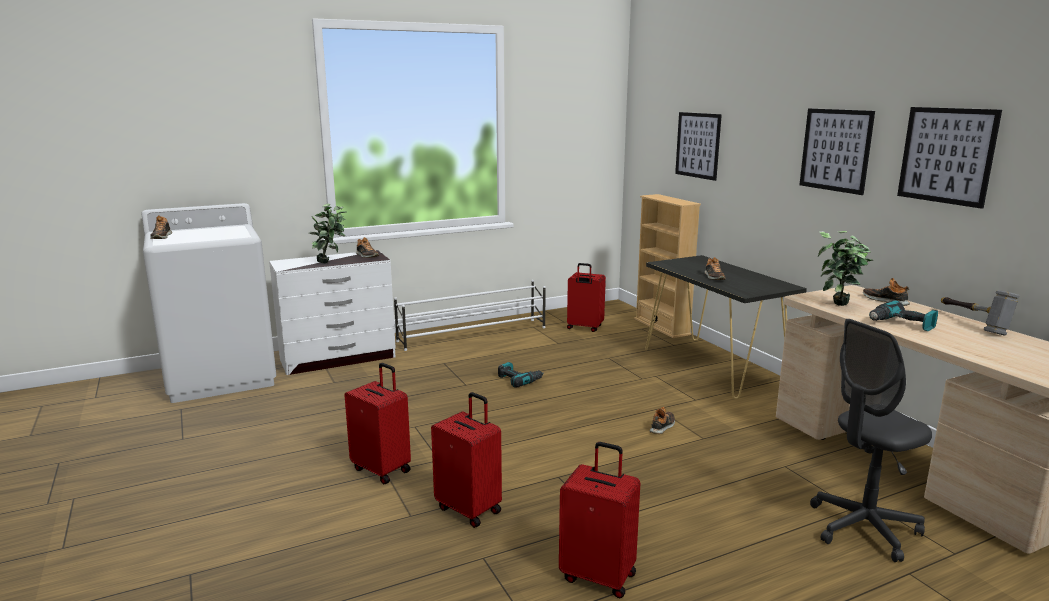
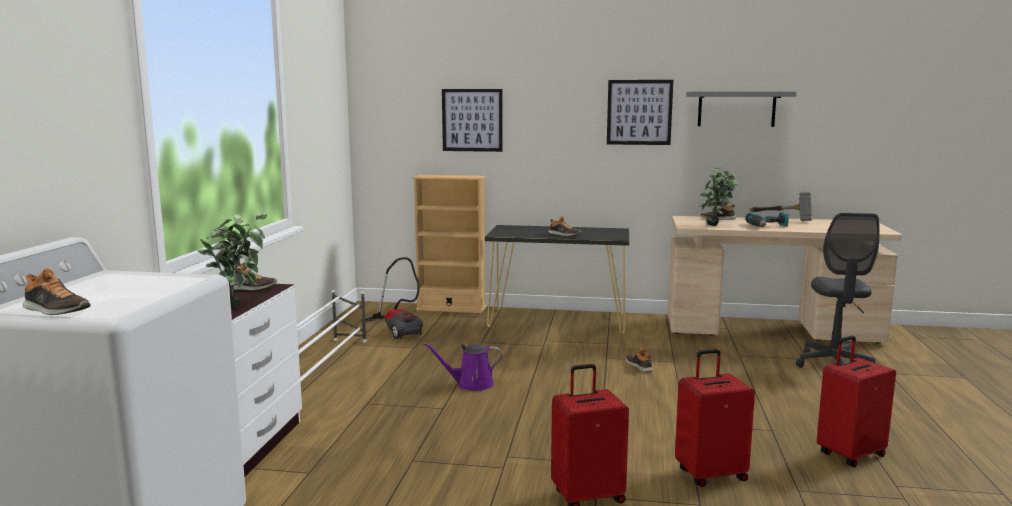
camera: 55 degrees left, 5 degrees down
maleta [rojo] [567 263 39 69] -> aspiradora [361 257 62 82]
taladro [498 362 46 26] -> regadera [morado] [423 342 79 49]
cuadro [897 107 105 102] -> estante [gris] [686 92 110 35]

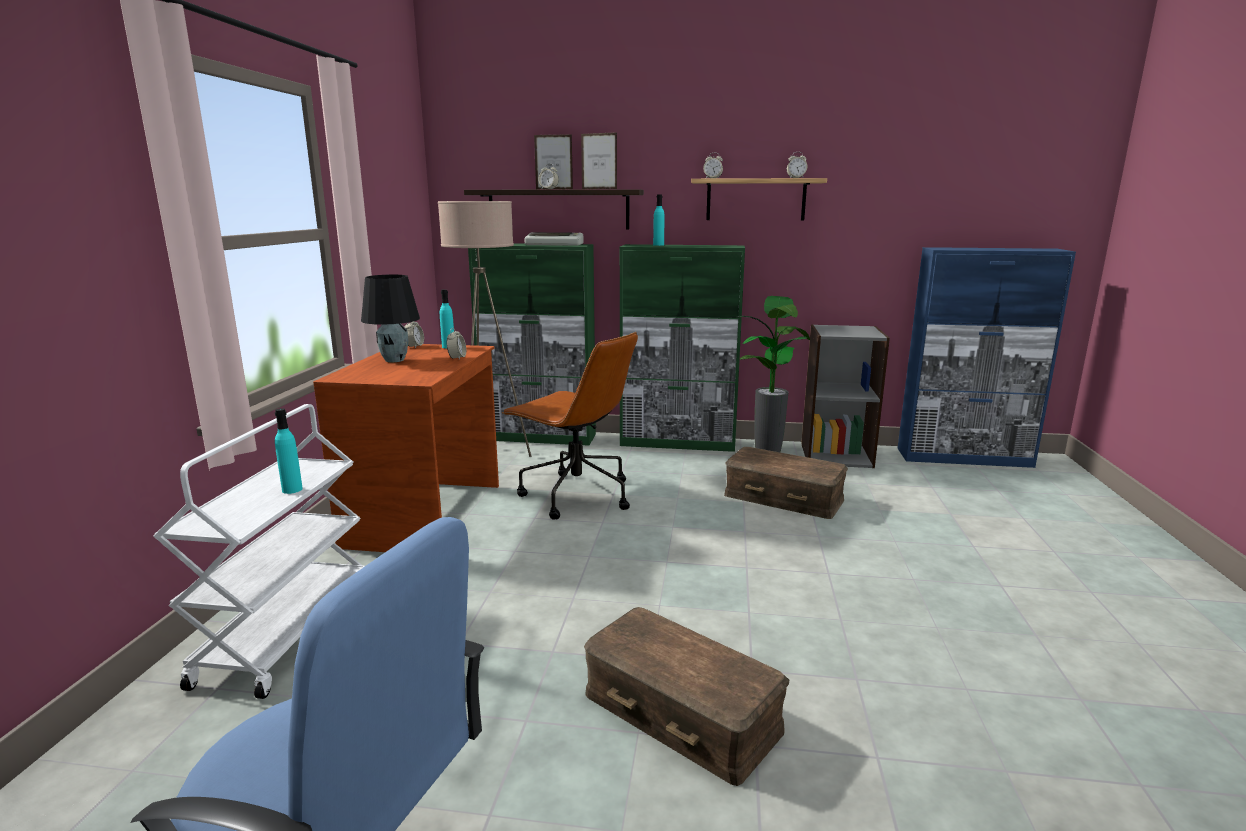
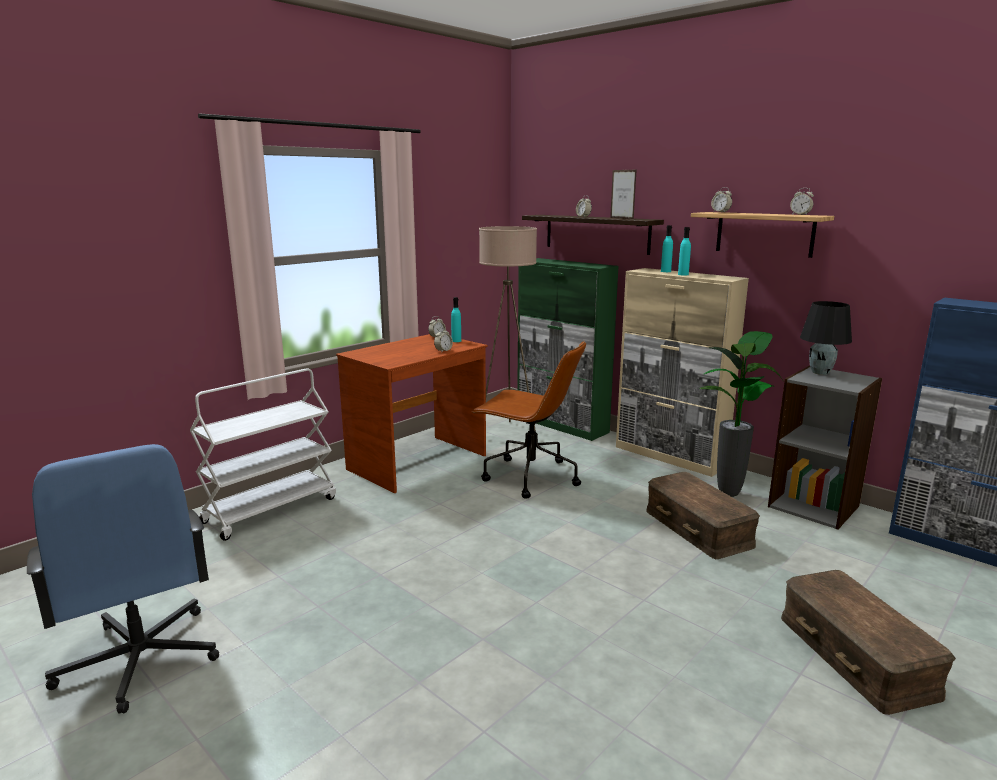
camera: 35 degrees right, 0 degrees up
silla de oficina [marrón] [502 332 136 188] -> silla de oficina [marrón] [472 341 114 158], 45 degrees counterclockwise
armario [verde] [620 244 125 208] -> armario [beis] [616 268 133 209]
botella [turquesa] [275 408 28 86] -> botella [turquesa] [678 227 13 49], move
caja de almacenaje [marrón] [584 607 205 179] -> caja de almacenaje [marrón] [781 570 175 145], move
lámpara de mesa [negro] [361 274 59 88] -> lámpara de mesa [negro] [800 301 52 74], move
teclado [524 232 59 14] -> none
portarretratos [534 134 39 56] -> none

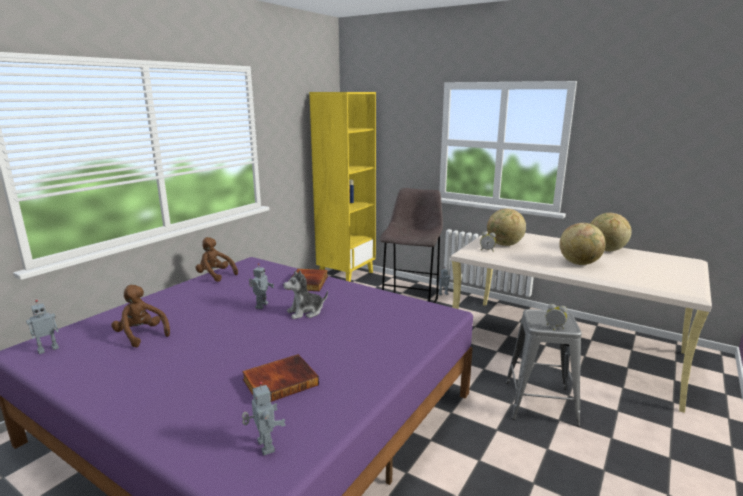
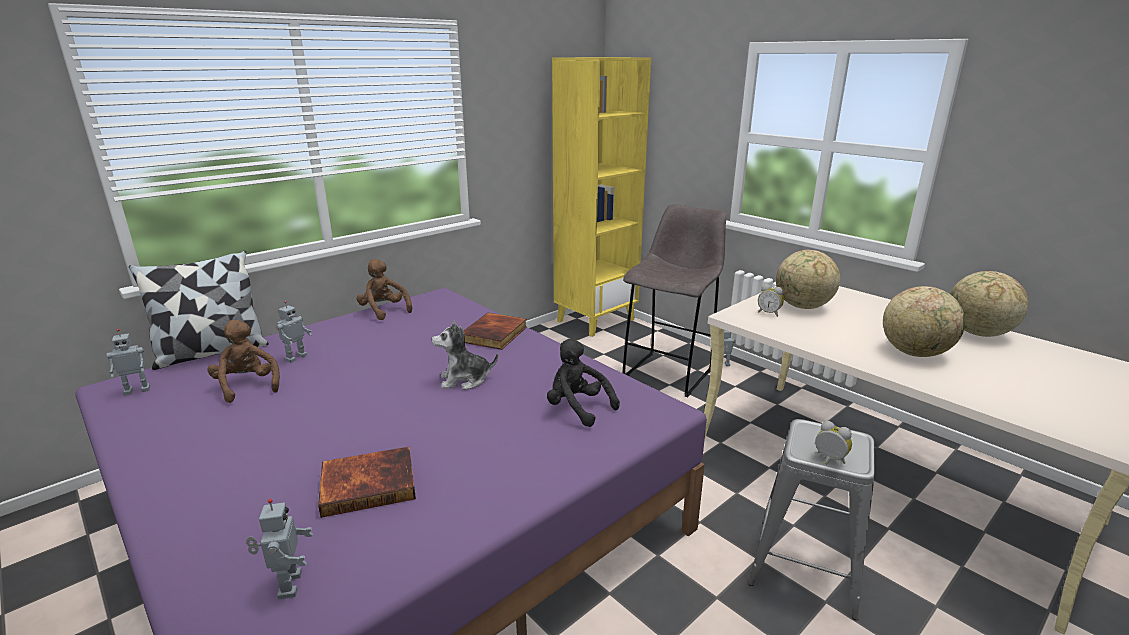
camera: 15 degrees right, 5 degrees up
none -> cojín [129 251 140 119]
robot de juguete [249 263 25 46] -> robot de juguete [276 301 36 62], move
none -> peluche [negro] [547 339 73 88]

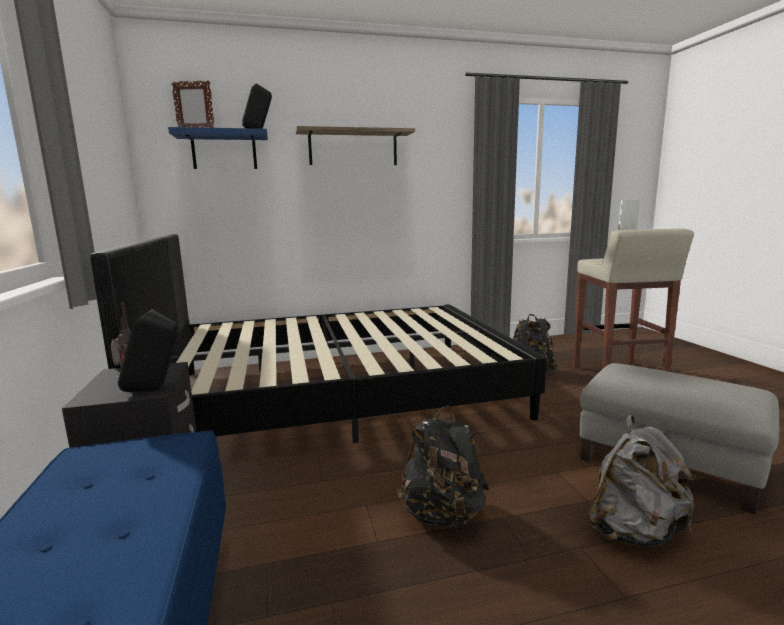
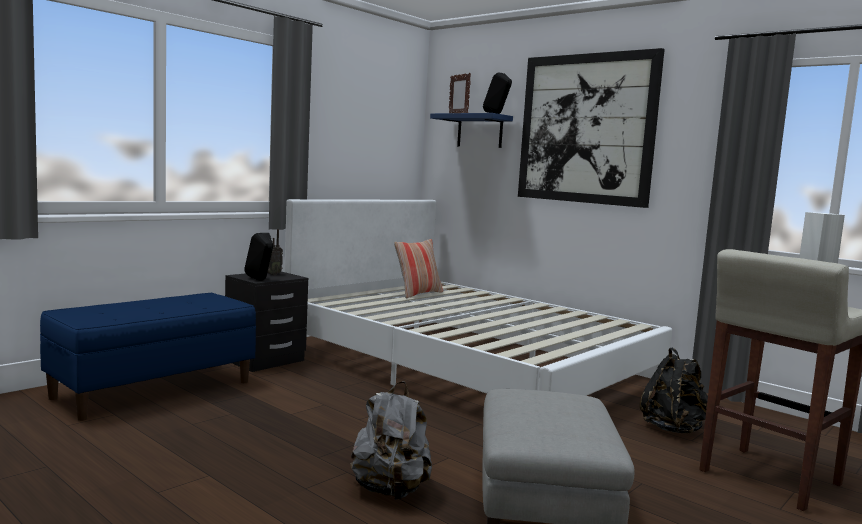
camera: 55 degrees right, 5 degrees down
cama [negro] [90 234 457 209] -> cama [blanco] [285 199 388 197]
none -> cojín [394 239 49 59]
estante [295 126 120 39] -> cuadro [518 48 147 160]
mochila [negro] [397 405 92 127] -> none

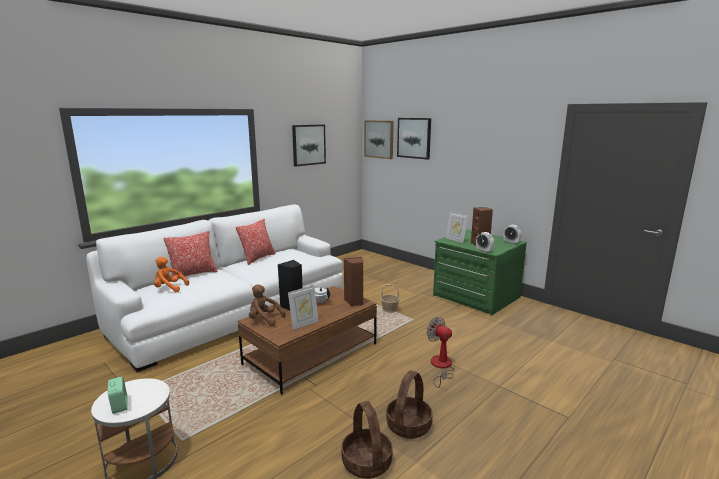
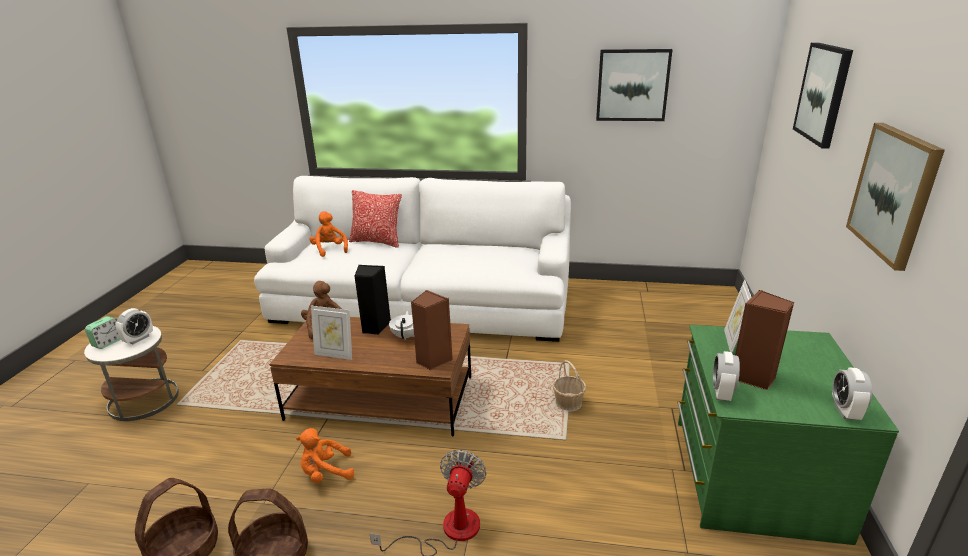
camera: 55 degrees right, 10 degrees up
none -> despertador [115 308 38 36]
none -> peluche [naranja] [296 428 58 55]
cuadro [364 120 30 39] -> cuadro [846 123 99 148], move
cojín [236 219 40 46] -> none

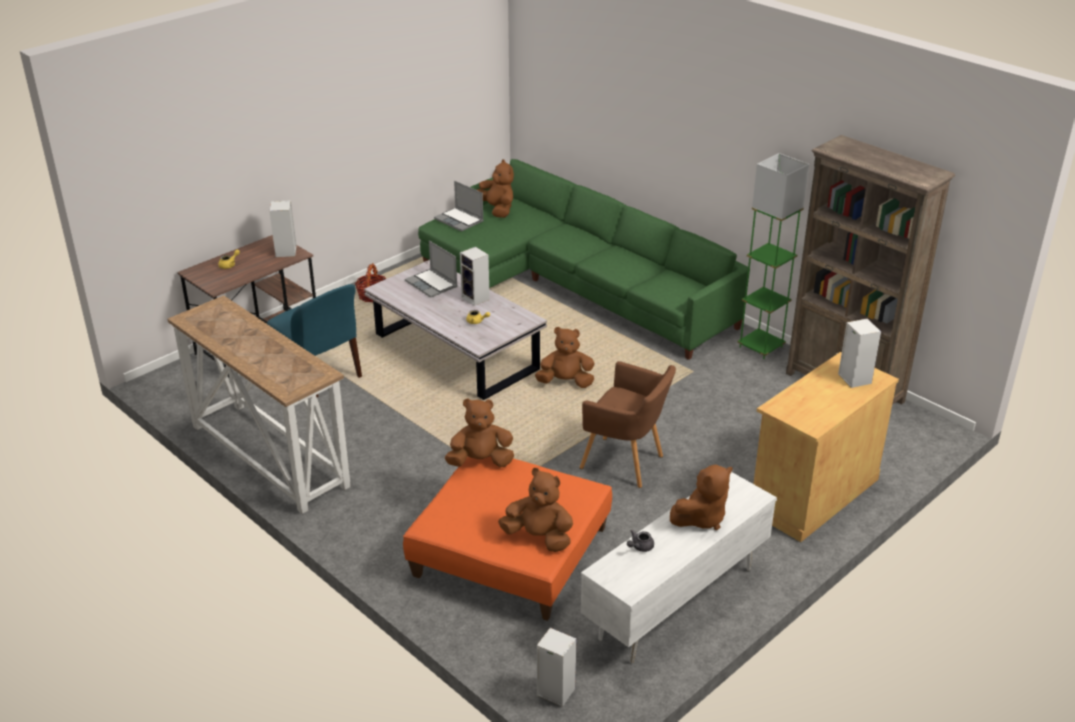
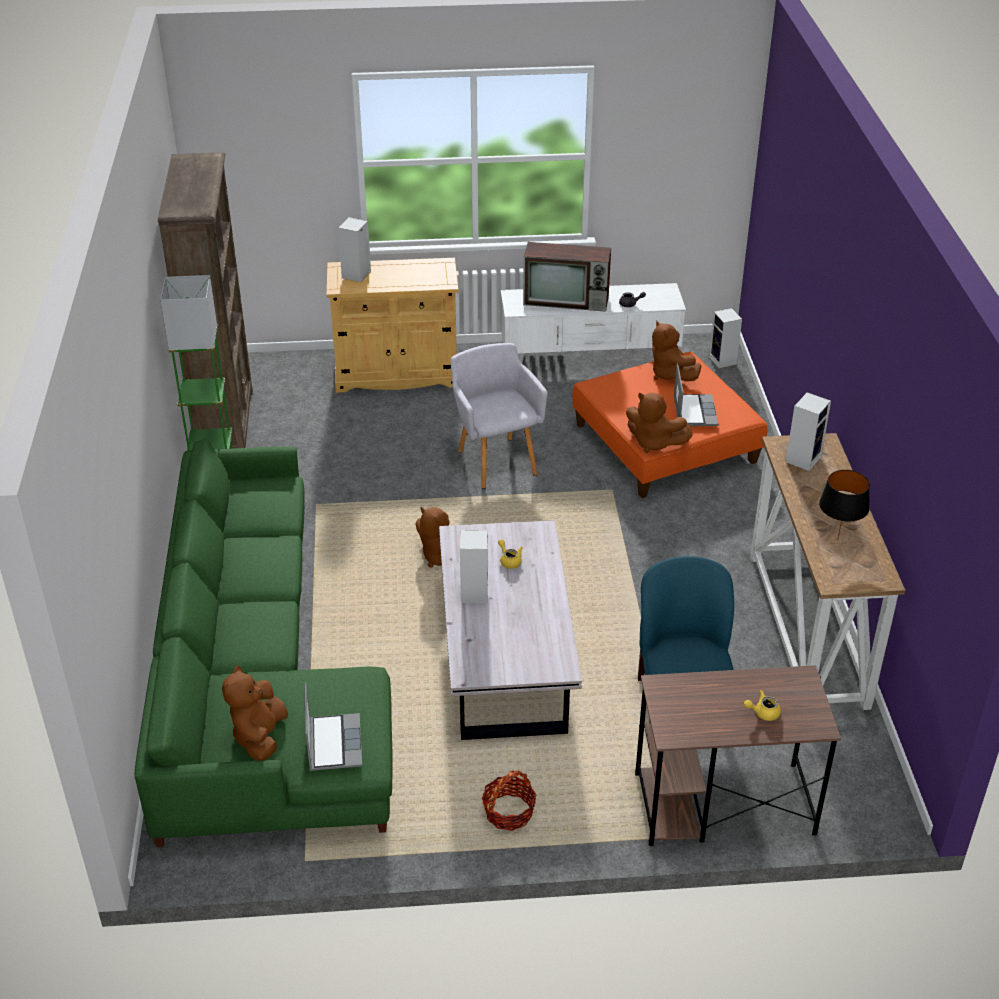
camera: 140 degrees left, 5 degrees up
sillón [marrón] [579 361 97 127] -> sillón [gris] [451 343 97 146]
peluche [marrón] [670 464 62 66] -> televisor [523 242 88 70]
portátil [405 240 52 58] -> portátil [674 363 44 63], move
altavoz [269 201 28 56] -> altavoz [786 392 45 79], move
none -> lámpara de mesa [negro] [819 470 51 68]

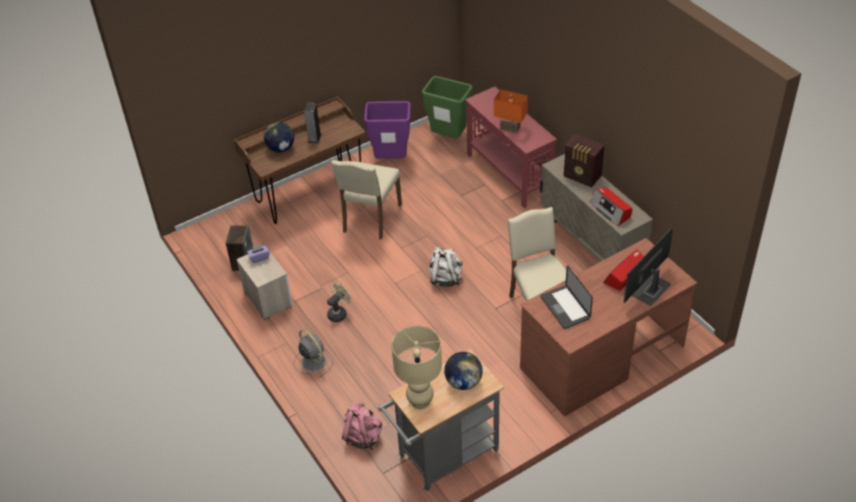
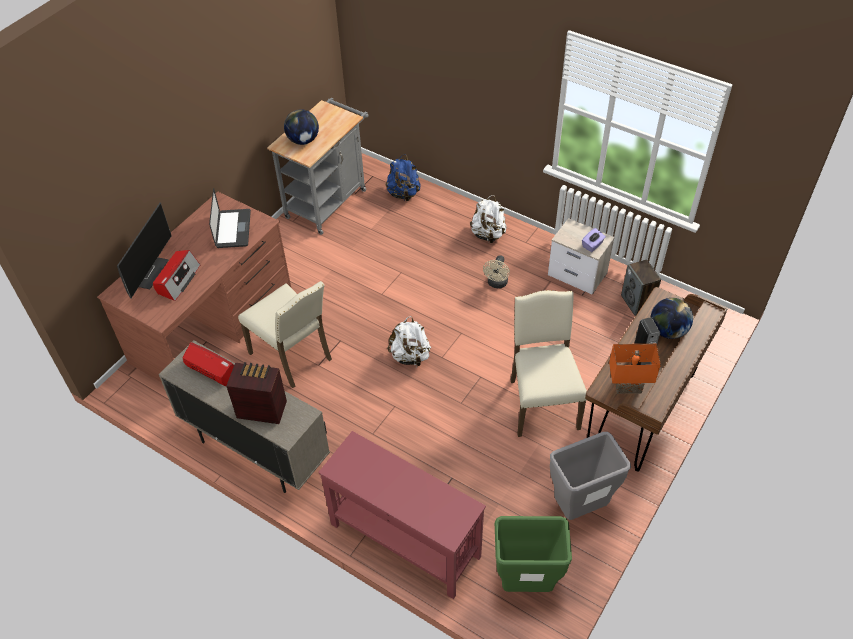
camera: 155 degrees right, 5 degrees up
portátil [540 265 53 64] -> portátil [209 188 42 60], 45 degrees clockwise
mochila [rosa] [342 402 40 48] -> mochila [azul] [385 154 36 47]
ventilador [gris] [294 329 39 49] -> mochila [blanco] [470 195 37 48]
papelera [morado] [364 101 47 58] -> papelera [gris] [550 432 81 88]
lámpara de mesa [naranja] [494 89 34 44] -> lámpara de mesa [naranja] [609 344 52 50], move
lámpara de mesa [beis] [392 325 50 84] -> none

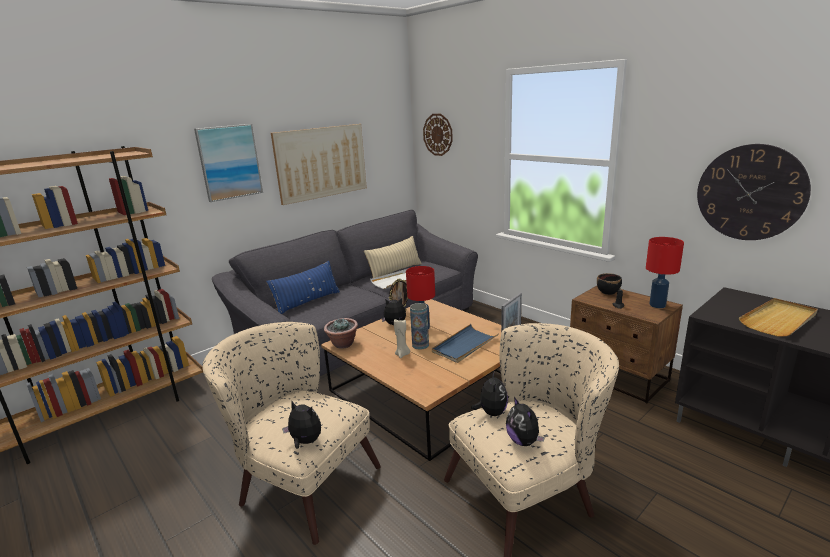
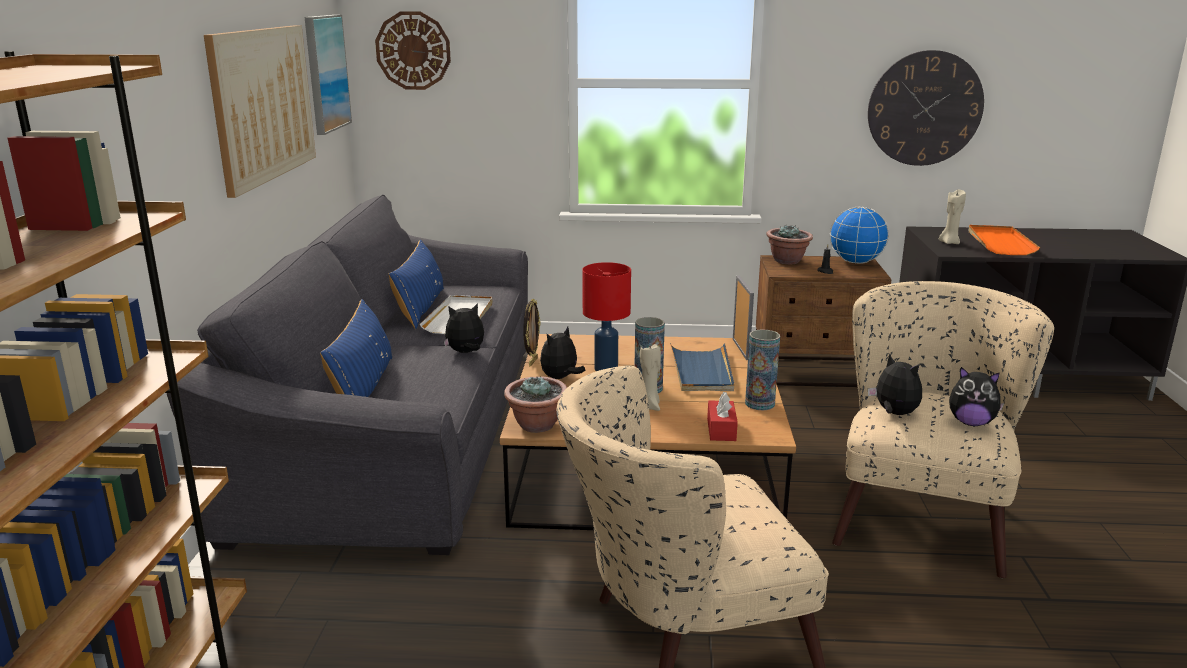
camera: 45 degrees left, 0 degrees up
cuadro [194 124 69 78] -> cuadro [304 15 48 120], move
cojín [beis] [364 236 58 42] -> cojín [azul] [389 240 55 89]
peluche [282 401 39 48] -> peluche [444 303 40 50], move
none -> caja de pañuelos [rojo] [707 392 31 49]
none -> florero [745 329 35 81]
cuenco [negro] [597 273 25 22] -> planta en maceta [766 225 47 40]
lámpara de mesa [rojo] [646 237 38 71] -> globo terráqueo [830 207 59 57]
none -> vela [beis] [939 189 27 55]
bandeja [beis] [739 298 79 38] -> bandeja [naranja] [969 225 71 30]

